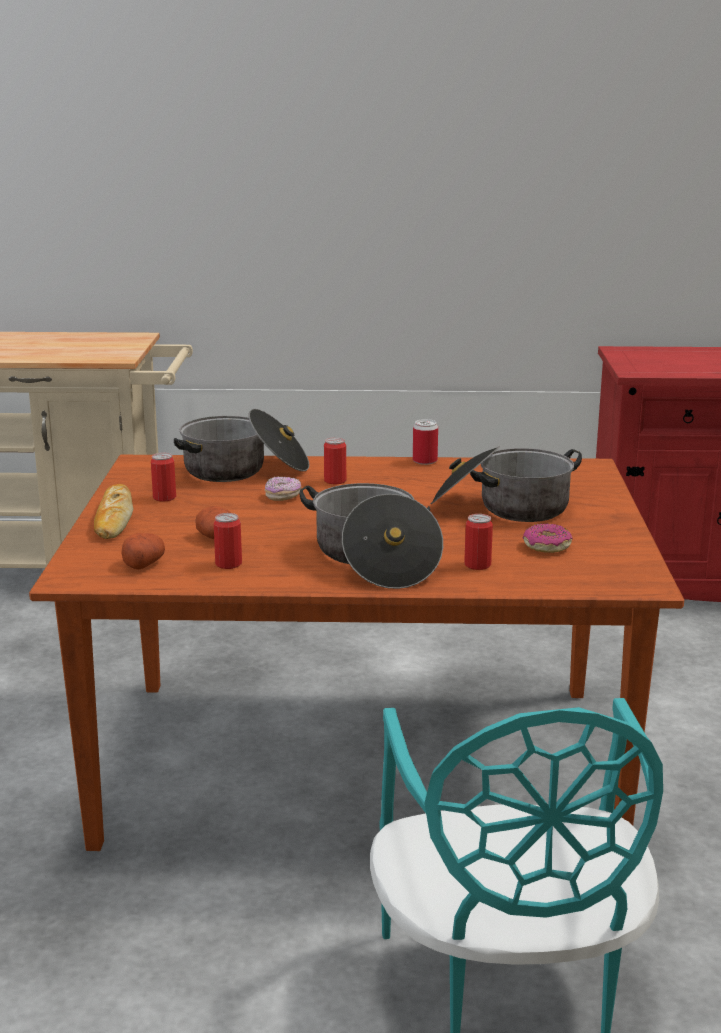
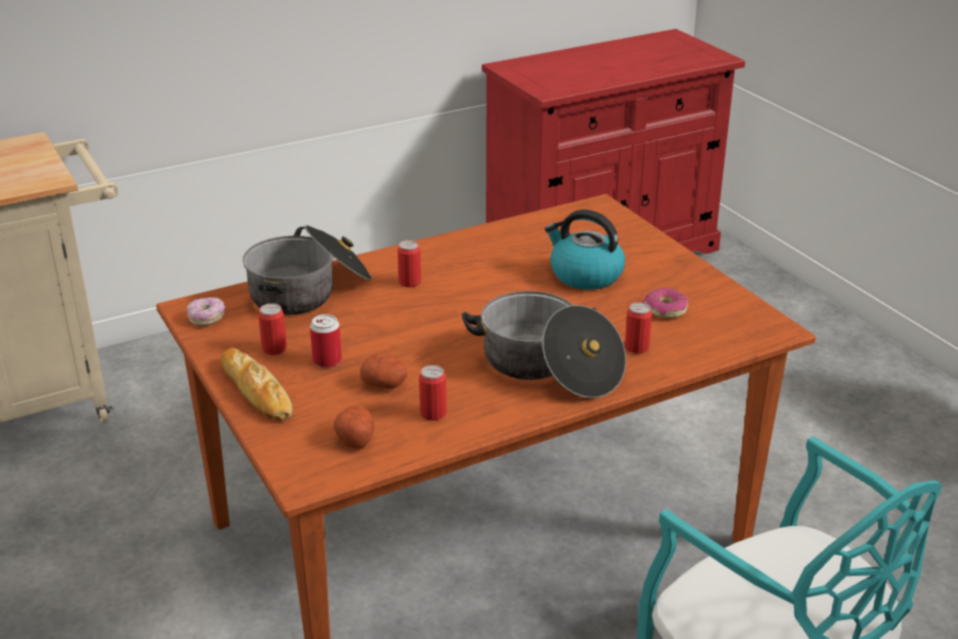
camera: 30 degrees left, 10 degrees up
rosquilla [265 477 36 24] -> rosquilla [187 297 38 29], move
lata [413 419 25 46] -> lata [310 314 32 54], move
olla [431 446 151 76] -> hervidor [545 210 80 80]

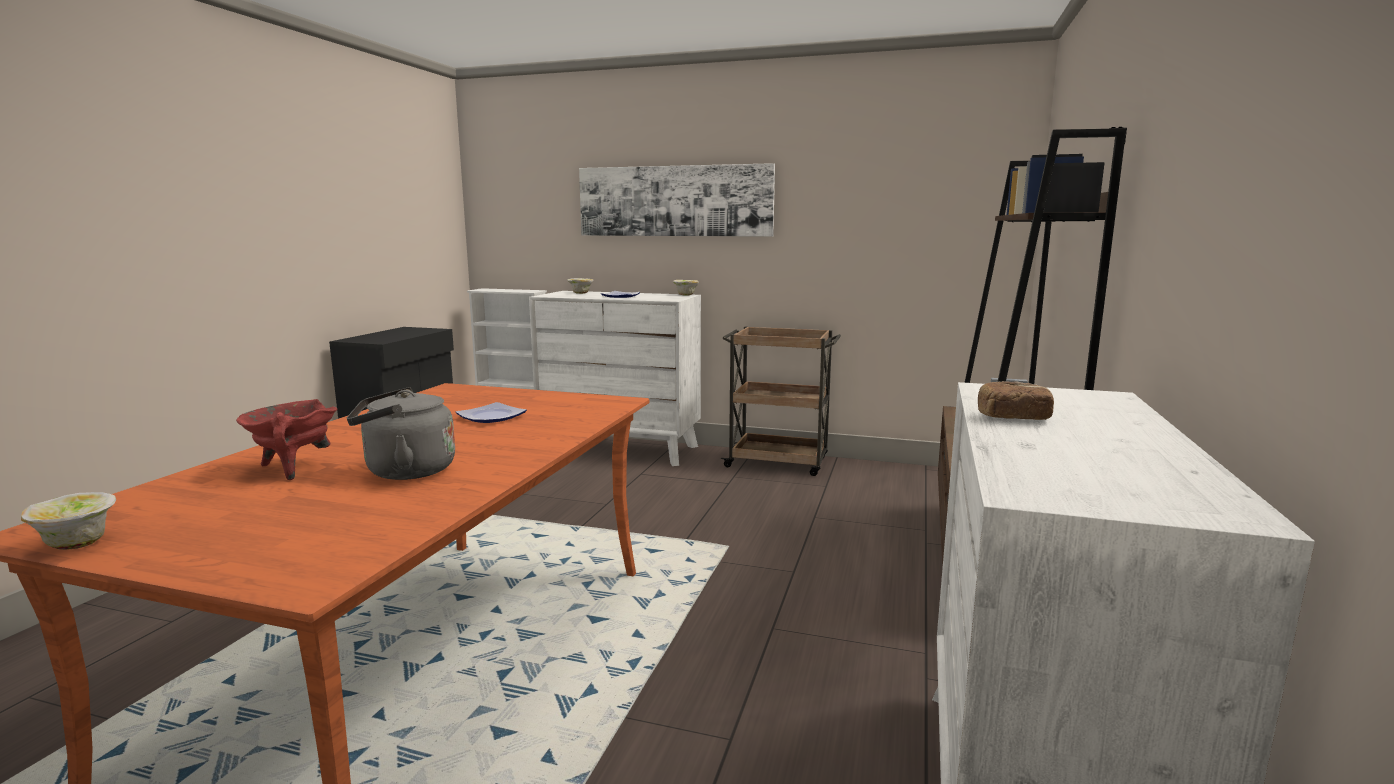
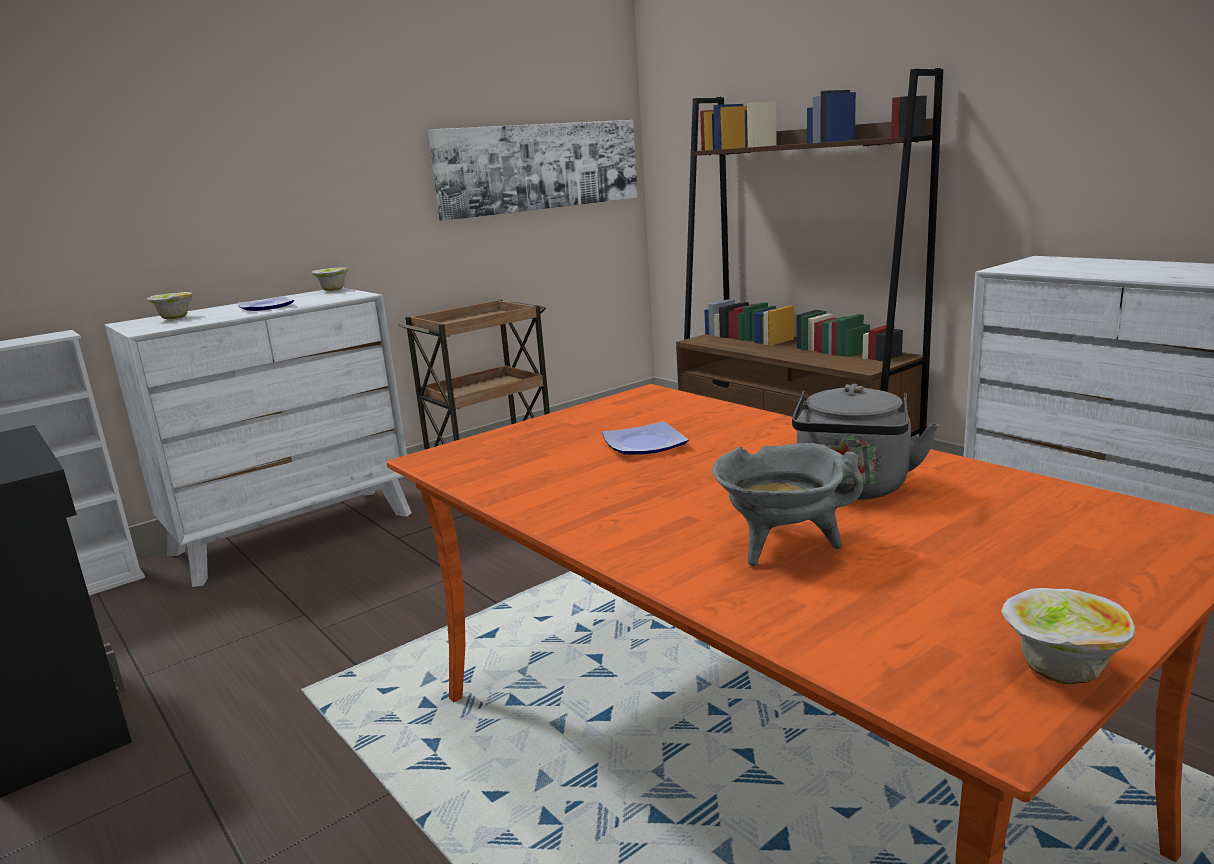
camera: 55 degrees left, 5 degrees up
cuadro [579 163 196 74] -> cuadro [428 120 210 101], move
olla [rojo] [236 399 101 81] -> olla [gris] [712 443 151 123]
pan [978 381 76 39] -> none

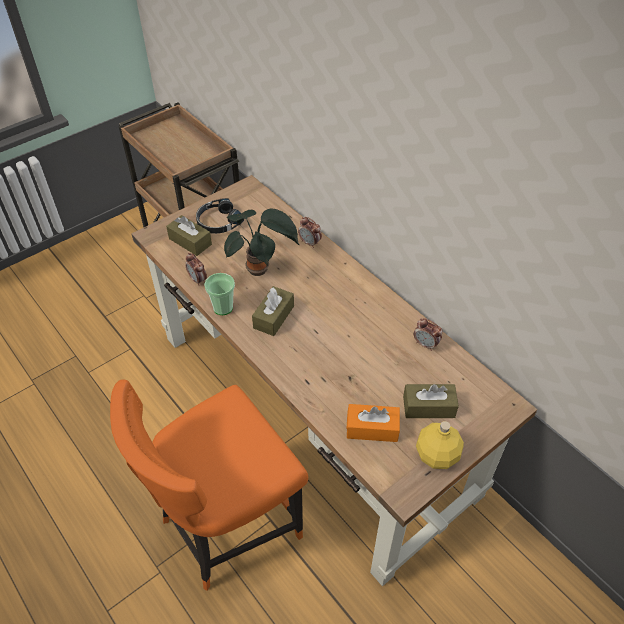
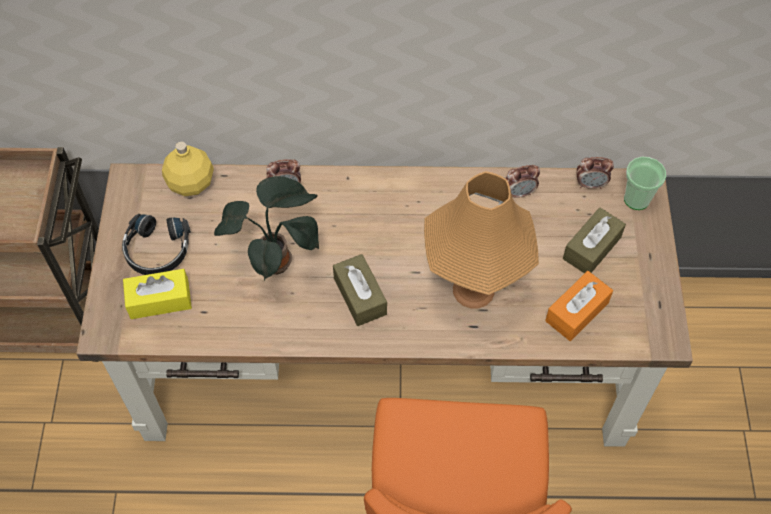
camera: 50 degrees left, 10 degrees up
caja de pañuelos [marrón] [166 215 46 41] -> caja de pañuelos [amarillo] [123 269 69 50]
botella [amarillo] [416 421 48 48] -> botella [amarillo] [162 142 52 54], move
none -> lámpara de mesa [naranja] [424 171 115 137]
despertador [185 253 22 33] -> despertador [577 157 37 32], move
taza [204 273 31 42] -> taza [624 157 42 53], move

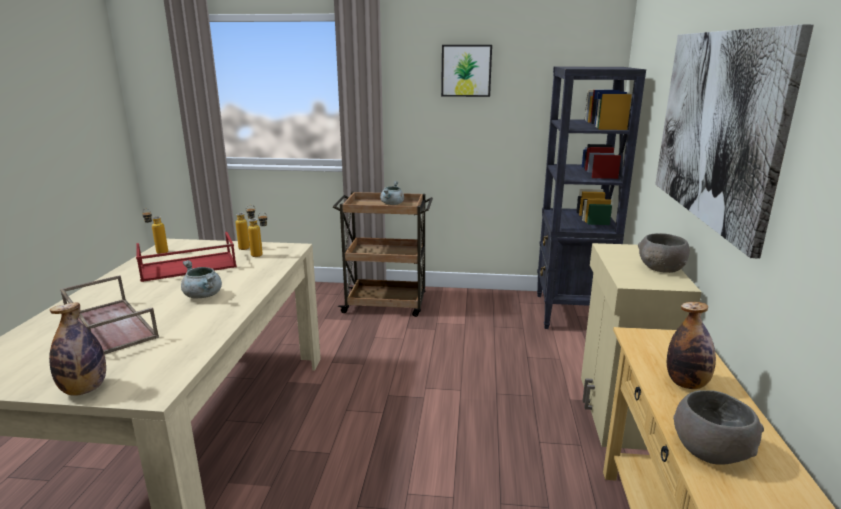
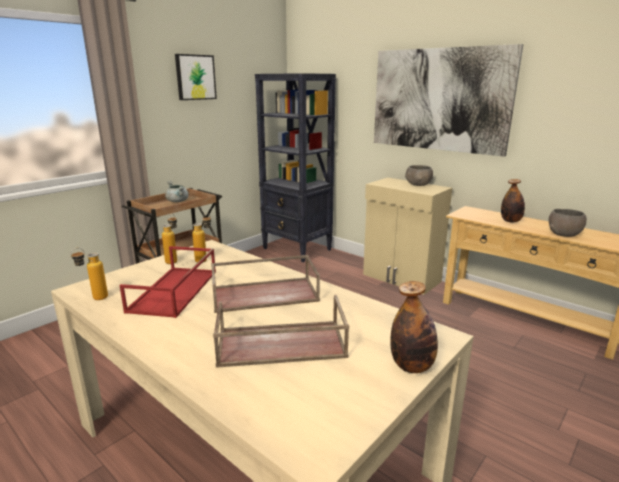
camera: 55 degrees left, 0 degrees up
olla [gris] [181 260 41 39] -> bandeja [marrón] [211 255 109 58]

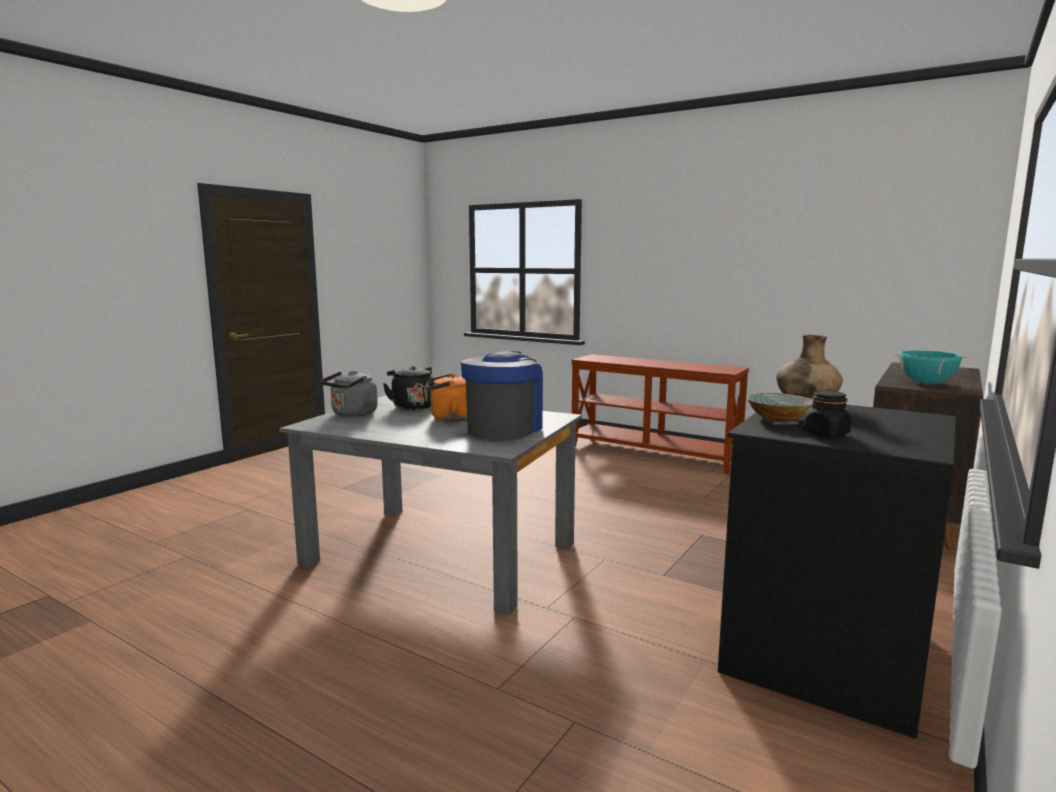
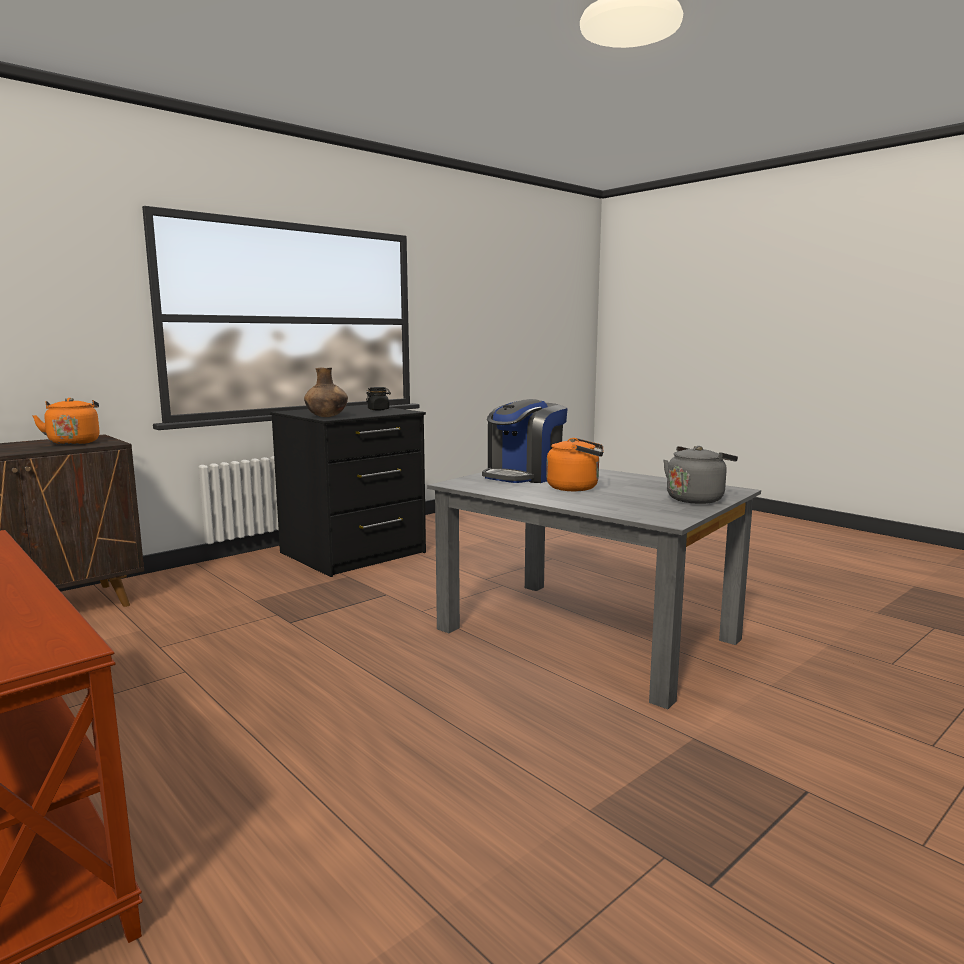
camera: 165 degrees left, 0 degrees up
olla [turquesa] [894 350 73 34] -> hervidor [naranja] [32 398 68 47]
hervidor [negro] [383 366 52 44] -> none
cuenco [747 393 66 30] -> none

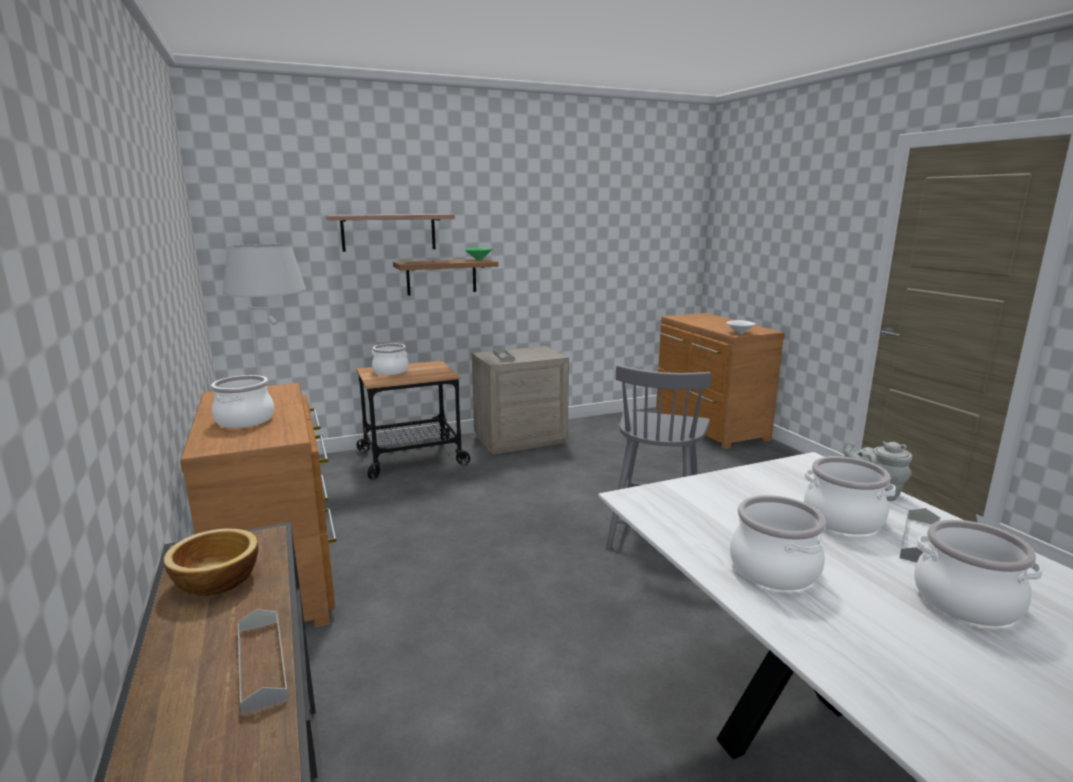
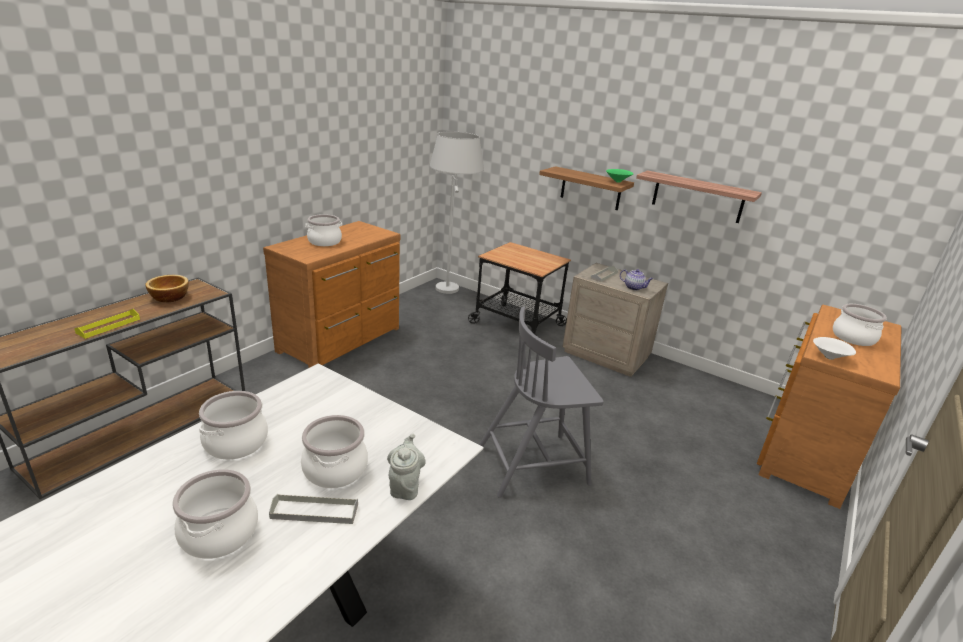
camera: 55 degrees right, 10 degrees up
bandeja [gris] [237 609 52 106] -> bandeja [amarillo] [74 309 66 30]
none -> tetera [620 269 33 21]
estante [325 214 130 38] -> estante [636 170 126 53], move
olla [372 343 36 32] -> olla [833 304 54 42], move

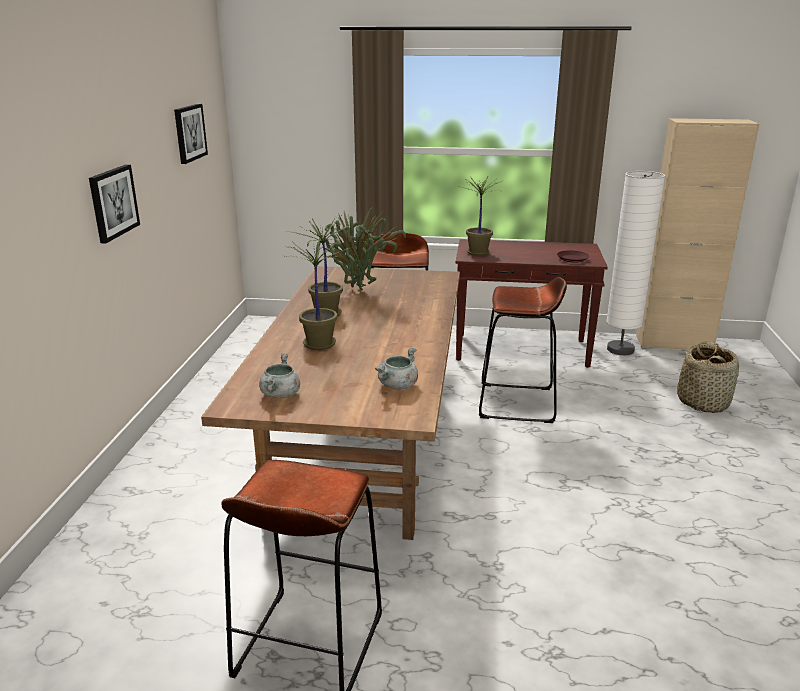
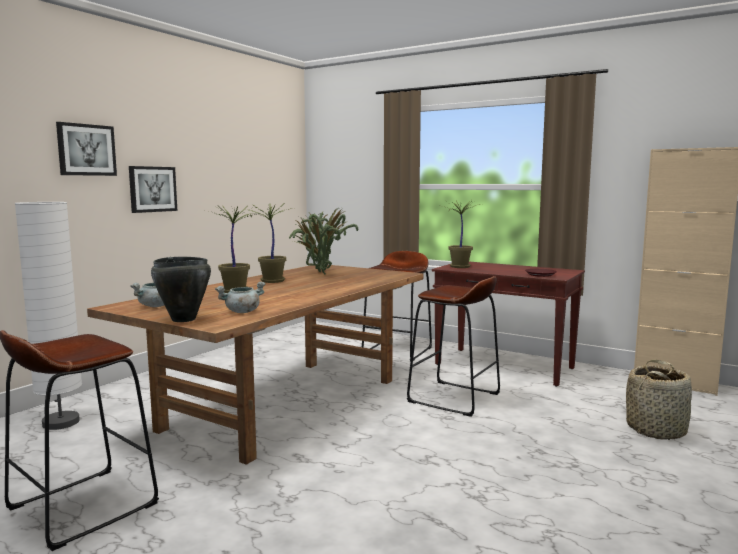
camera: 25 degrees right, 15 degrees down
lámpara de pie [blanco] [607 171 58 184] -> lámpara de pie [blanco] [15 202 67 228], move
cuadro [174 104 34 60] -> cuadro [56 122 61 54], move
none -> olla [negro] [151 257 60 65]

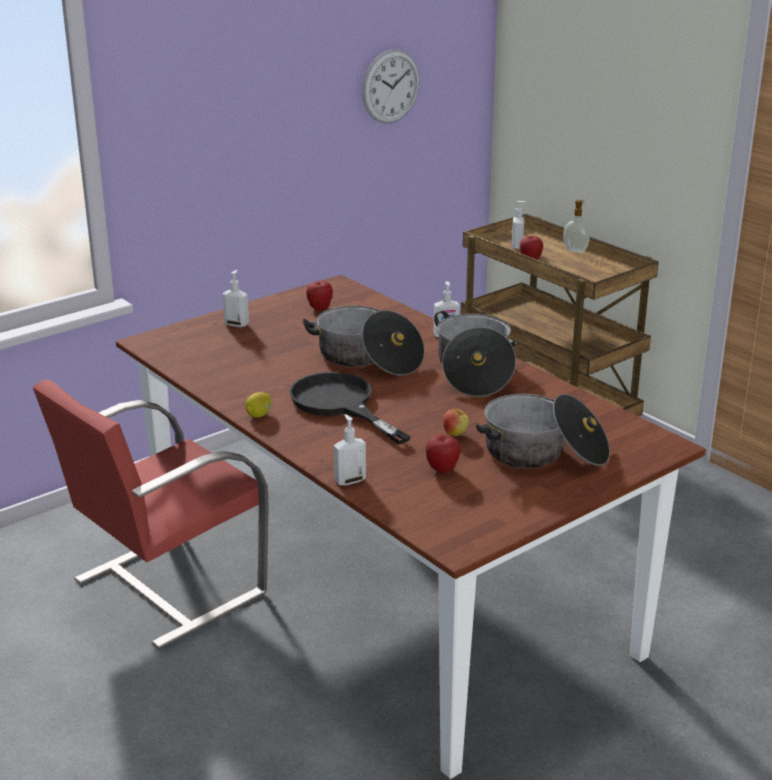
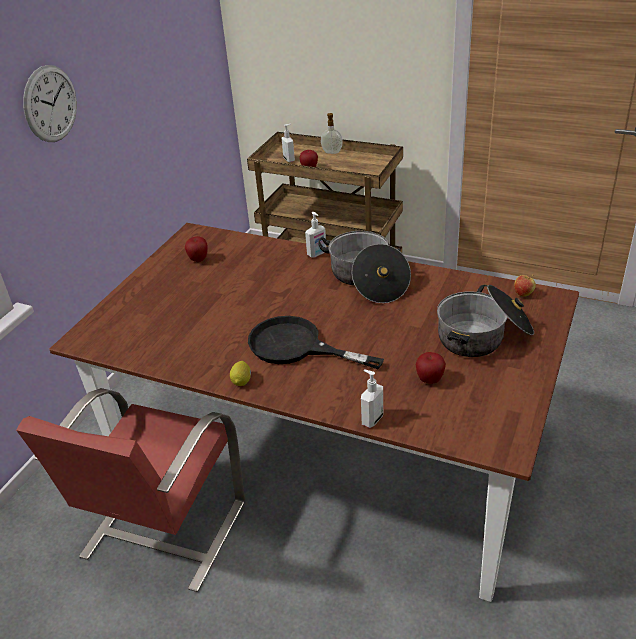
camera: 25 degrees left, 10 degrees up
reloj de pared [362 50 58 73] -> reloj de pared [23 65 54 77], move
manzana [443 409 26 28] -> manzana [514 275 22 22], move
dispensador de jabón [222 270 27 57] -> none
olla [302 306 123 69] -> none

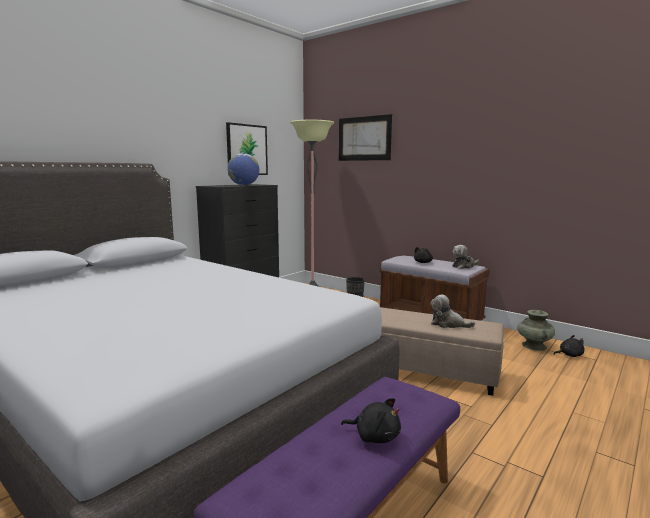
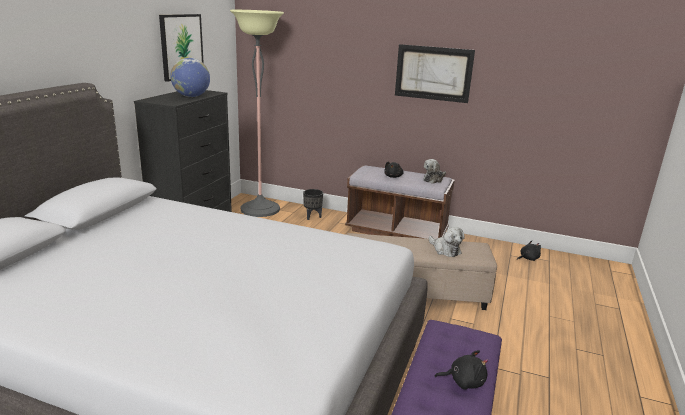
camera: 20 degrees left, 10 degrees up
cuadro [339 114 53 47] -> cuadro [395 44 80 59], move
peluche [430 294 45 34] -> peluche [429 227 36 30], 135 degrees counterclockwise
florero [turquesa] [517 310 38 41] -> none

